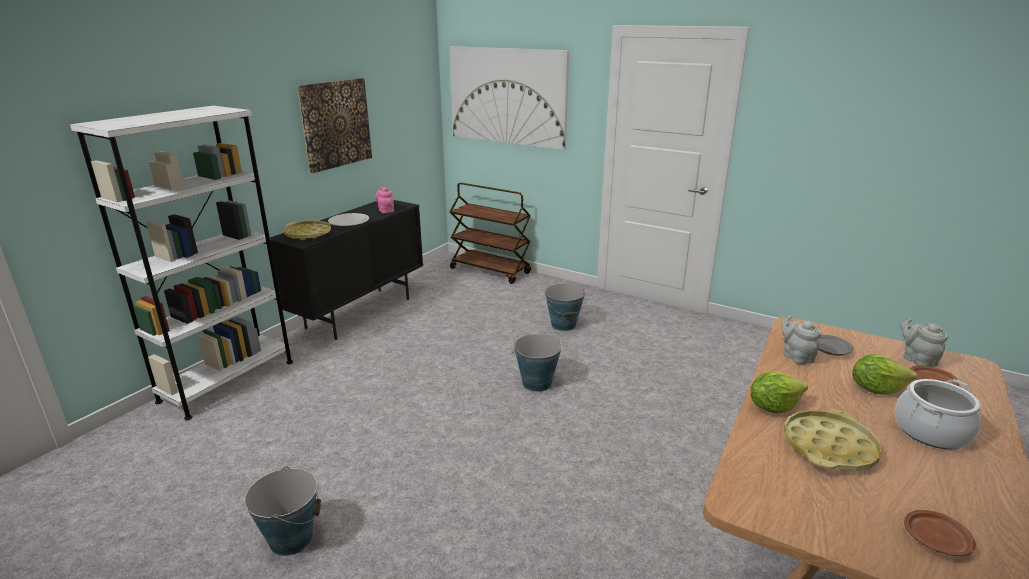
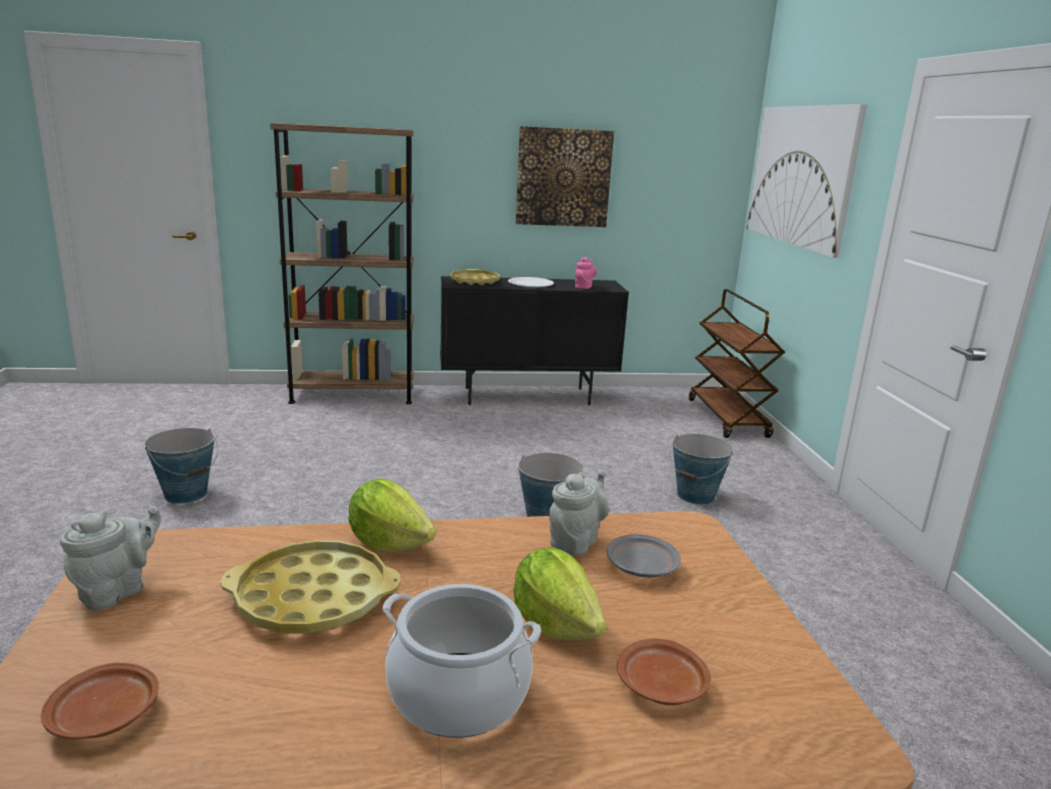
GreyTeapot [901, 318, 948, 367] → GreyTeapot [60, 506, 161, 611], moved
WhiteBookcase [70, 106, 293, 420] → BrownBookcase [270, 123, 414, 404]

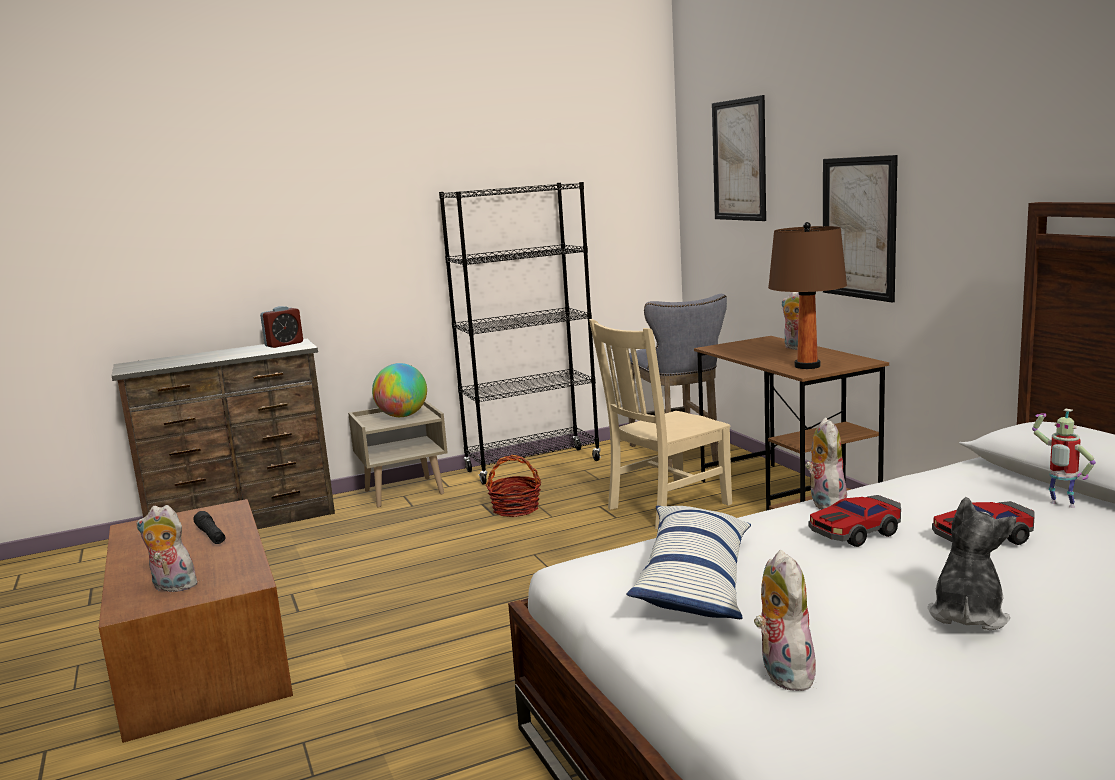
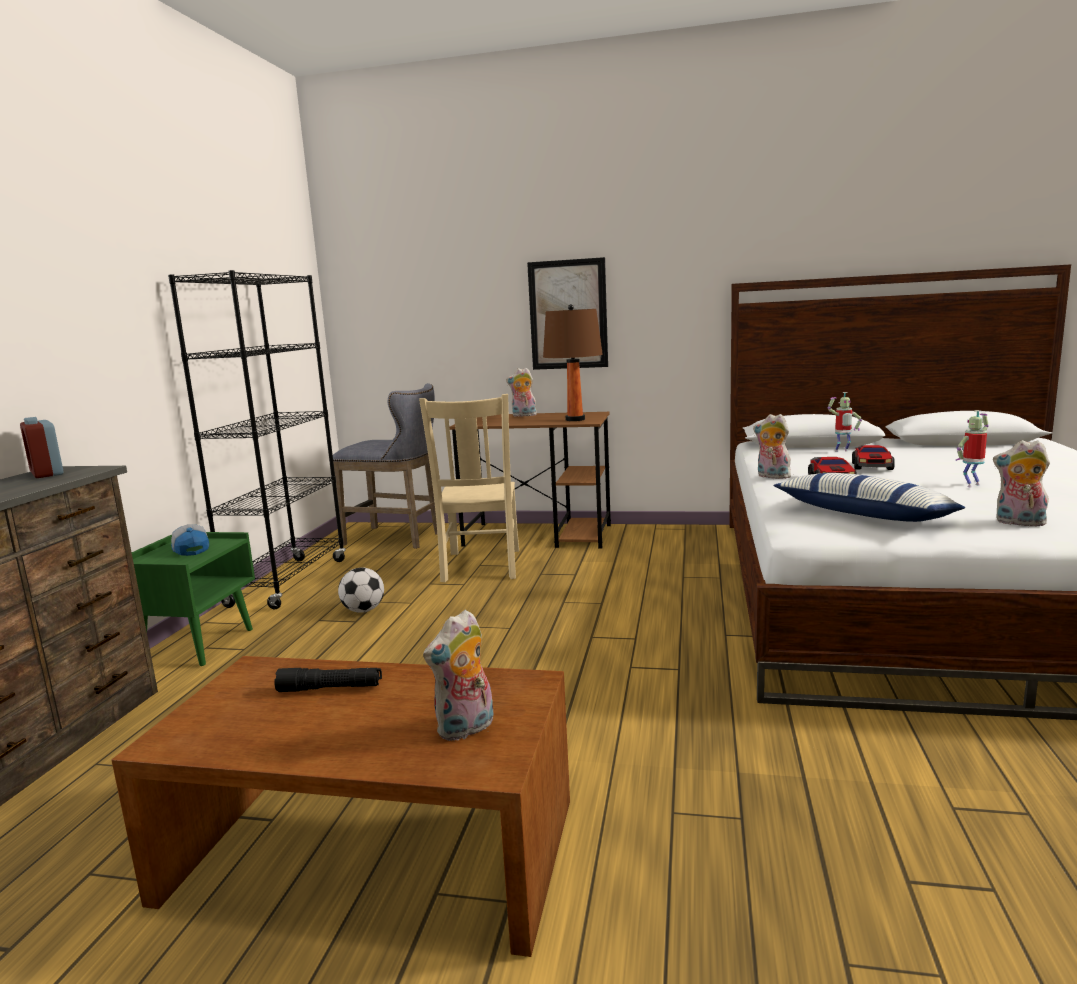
Picture [712, 95, 766, 221] → -
Globe [372, 363, 427, 417] → Cap [171, 524, 209, 556]
Basket [485, 455, 541, 517] → Football [338, 567, 384, 613]
PlushToy [928, 497, 1016, 630] → ToyRobot [956, 410, 989, 487]
BeigeNightstand [348, 400, 448, 507] → GreenNightstand [132, 532, 255, 666]
AlarmClock [260, 306, 303, 348] → AlarmClock [20, 417, 64, 478], 150 degrees clockwise

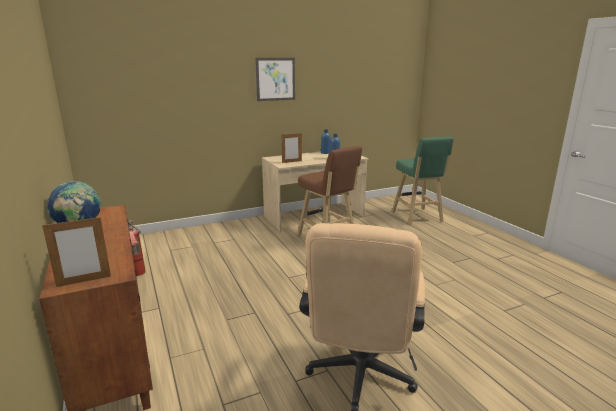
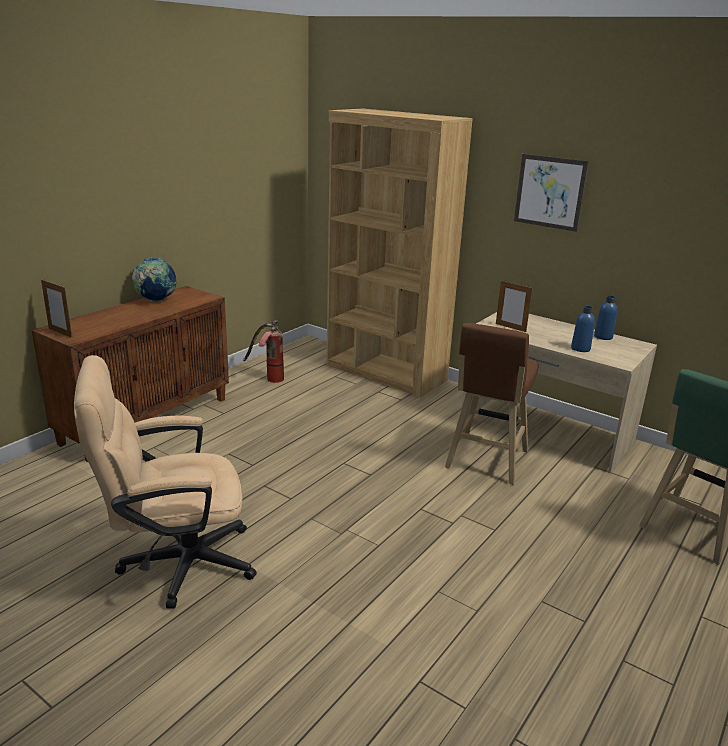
- → BrownBookcase [326, 109, 473, 398]

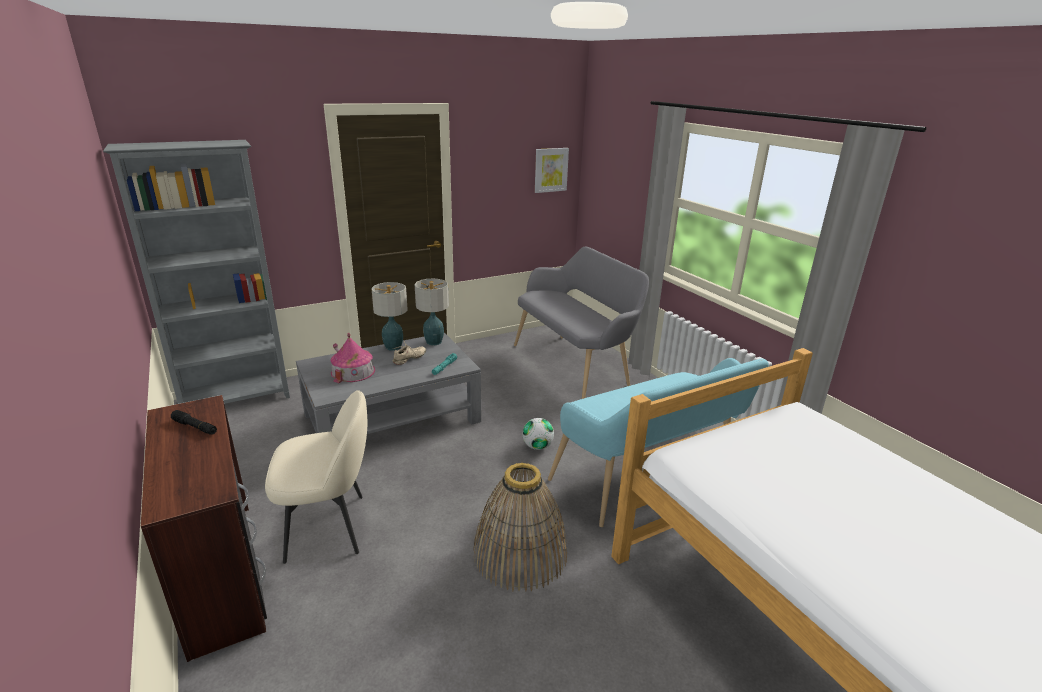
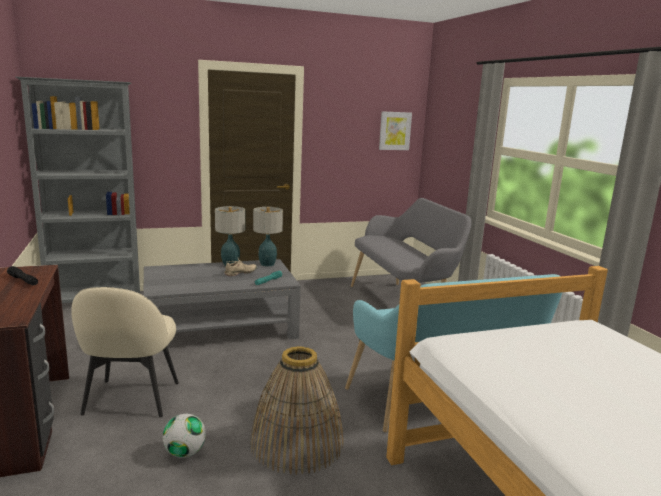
ToyHouse [330, 333, 375, 383] → -
Football [522, 418, 554, 450] → Football [163, 414, 206, 458], moved
BeigeChair [265, 390, 367, 564] → BeigeChair [71, 287, 179, 417], 90 degrees clockwise

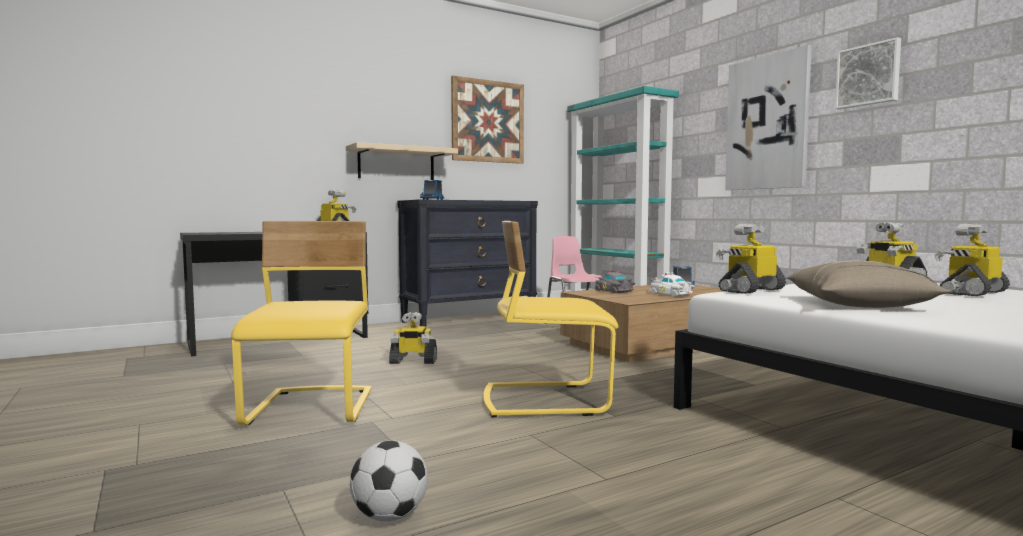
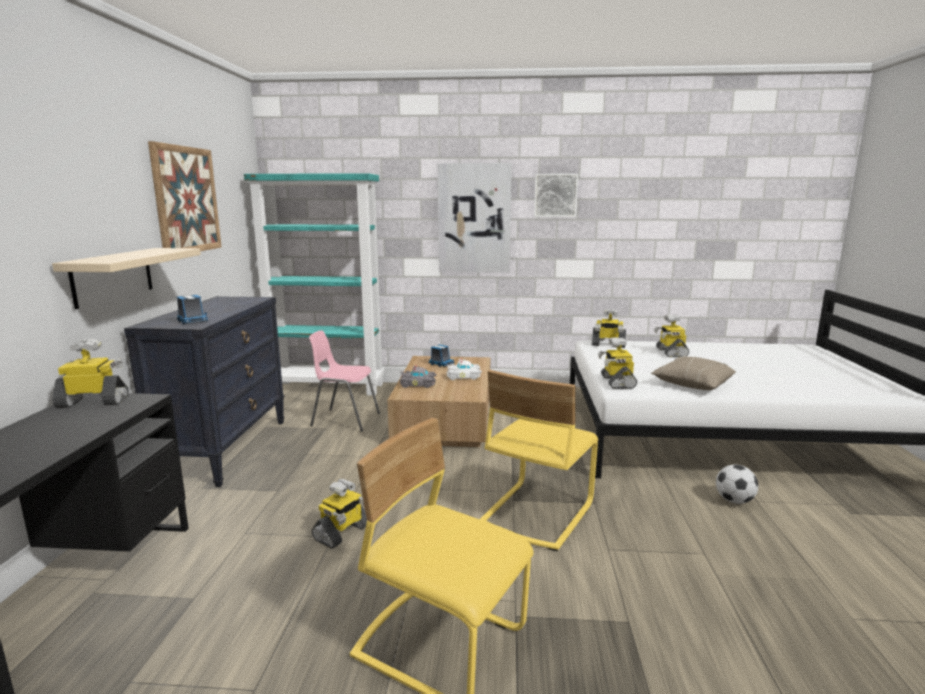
Football [350, 440, 428, 521] → Football [716, 464, 758, 504], moved

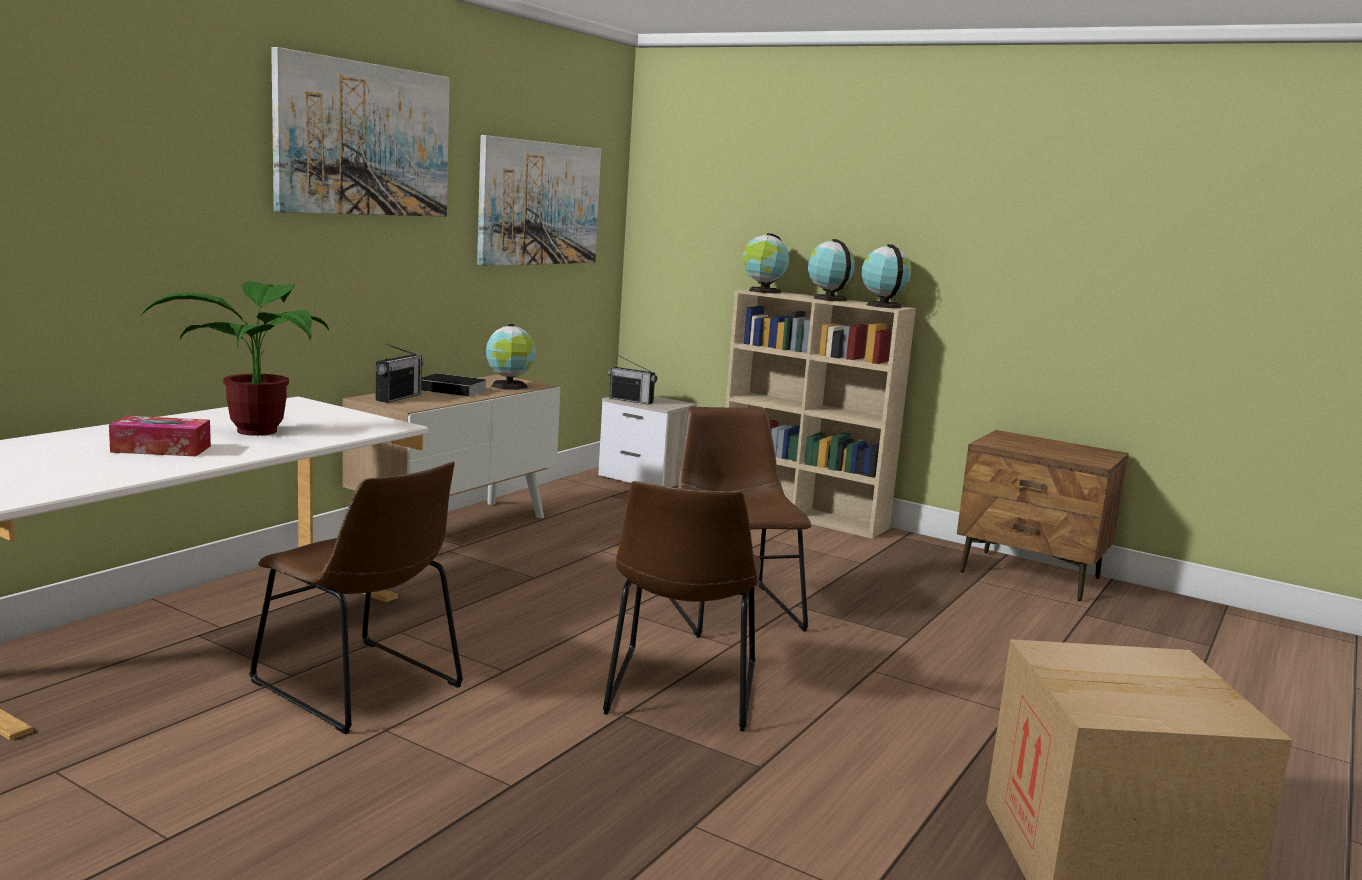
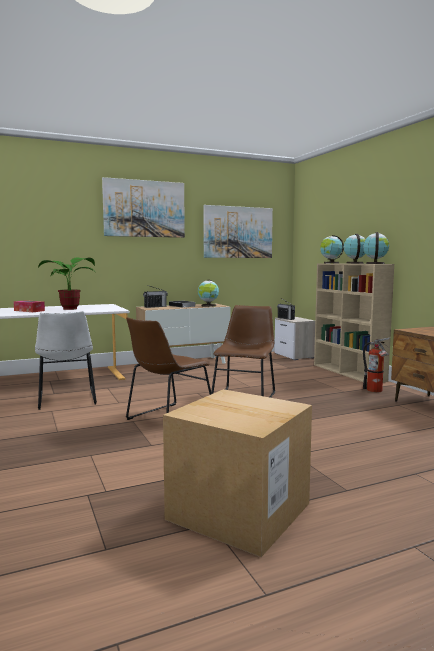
- → FireExtinguisher [363, 337, 391, 392]
BrownChair [249, 461, 463, 734] → WhiteChair [35, 311, 97, 410]

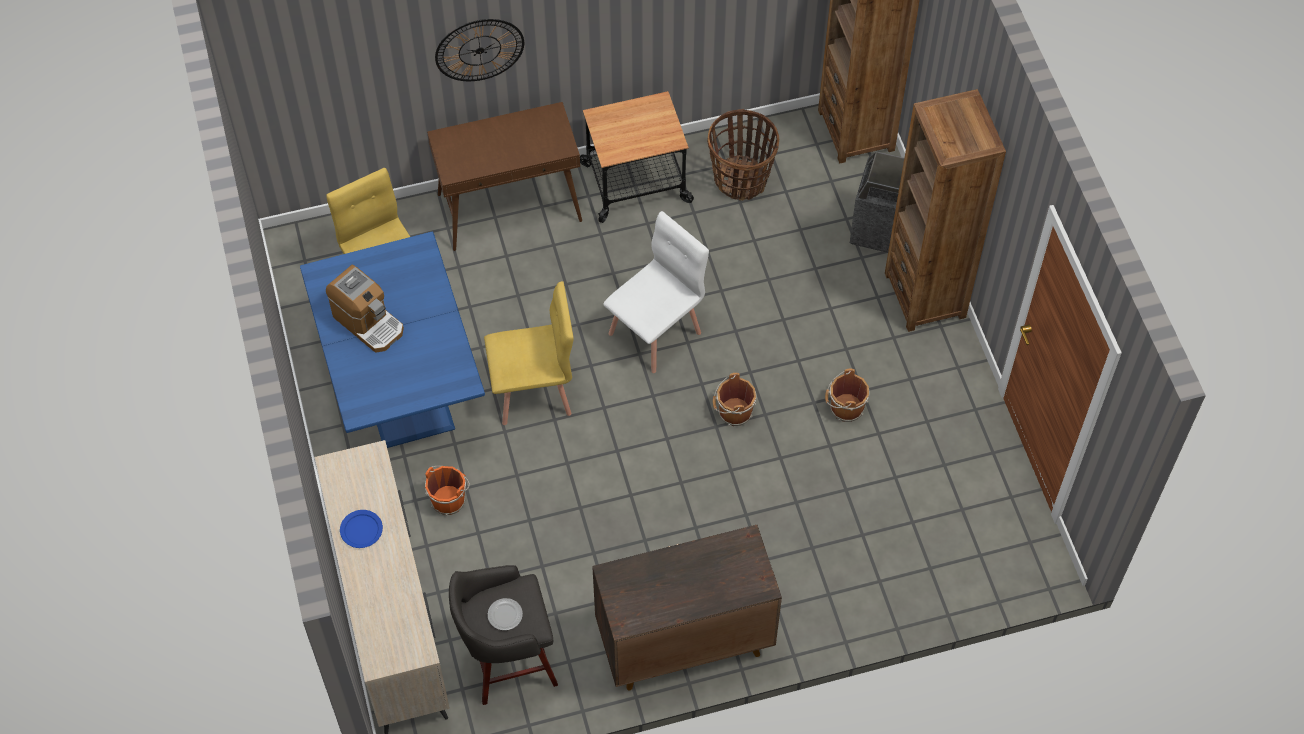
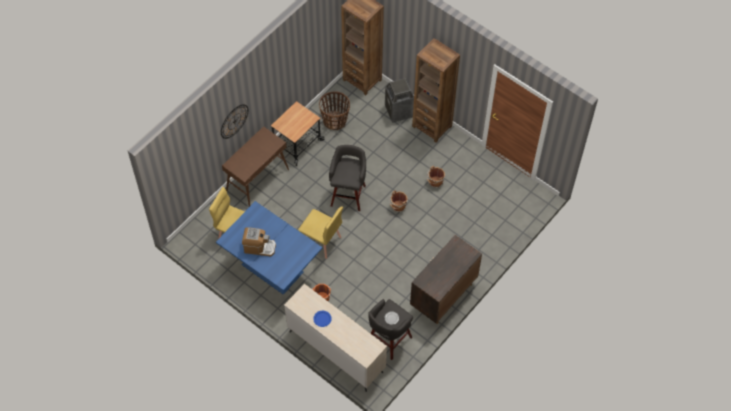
WhiteChair [603, 211, 709, 373] → GreyStool [329, 145, 366, 211]
YellowChair [484, 281, 574, 425] → YellowChair [298, 206, 343, 259], 75 degrees clockwise

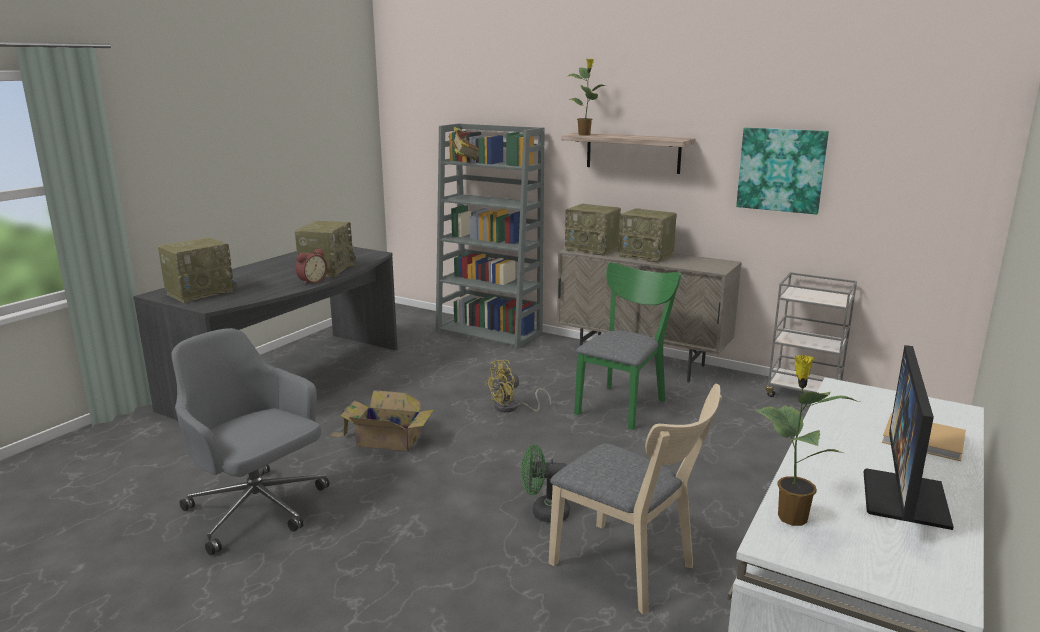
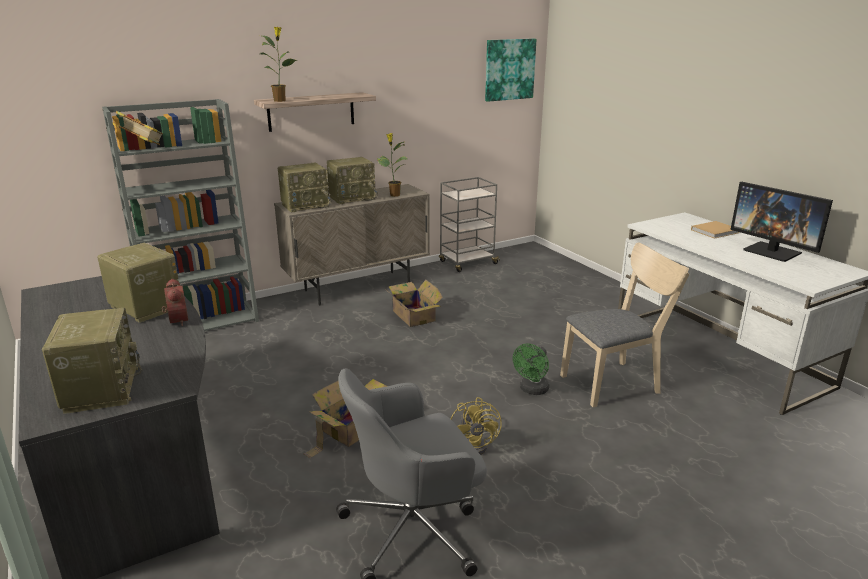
YellowFan [485, 360, 551, 412] → YellowFan [451, 397, 502, 455], moved
Picture [736, 127, 829, 214] → Picture [485, 39, 536, 102], moved
PottedPlant [755, 355, 860, 526] → PottedPlant [377, 133, 407, 197], moved
GreenChair [574, 262, 681, 430] → CardboardBox [384, 280, 443, 327]

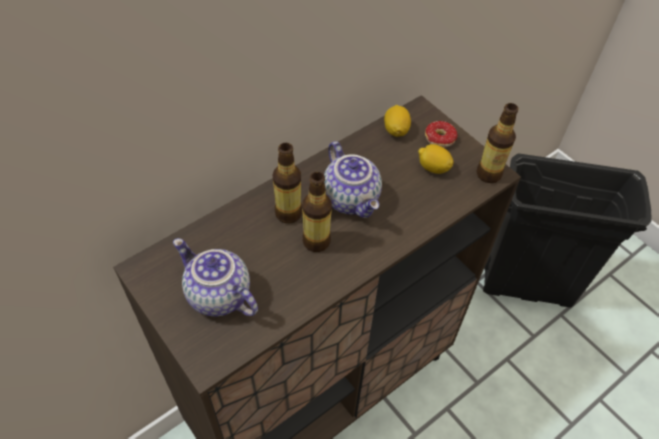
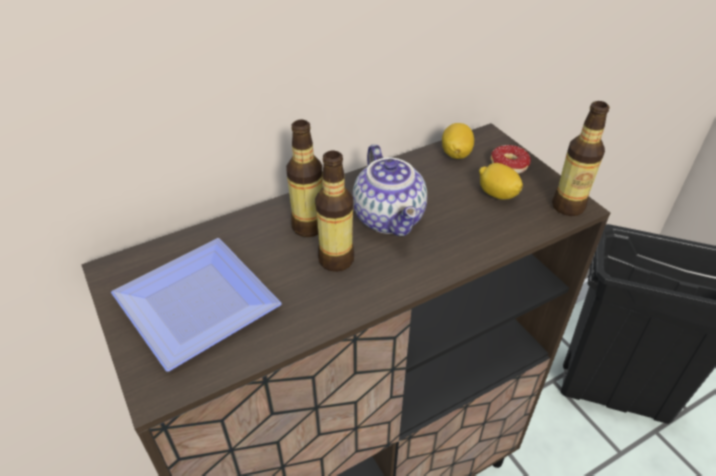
Teapot [173, 238, 258, 317] → Plate [111, 238, 282, 372]

